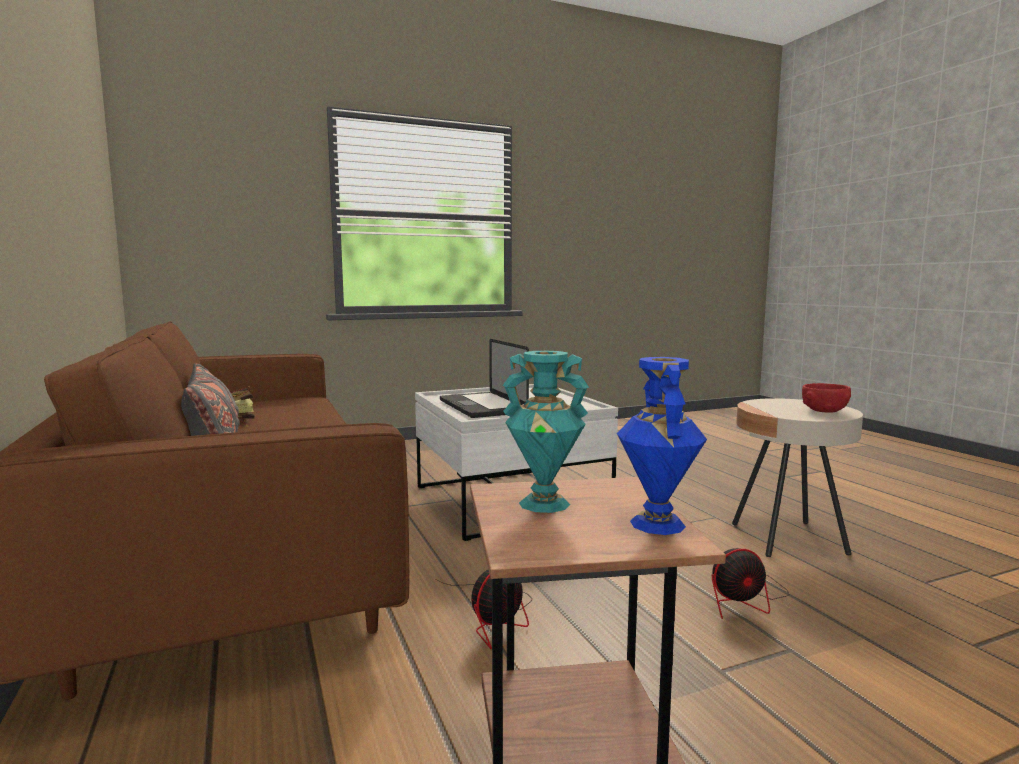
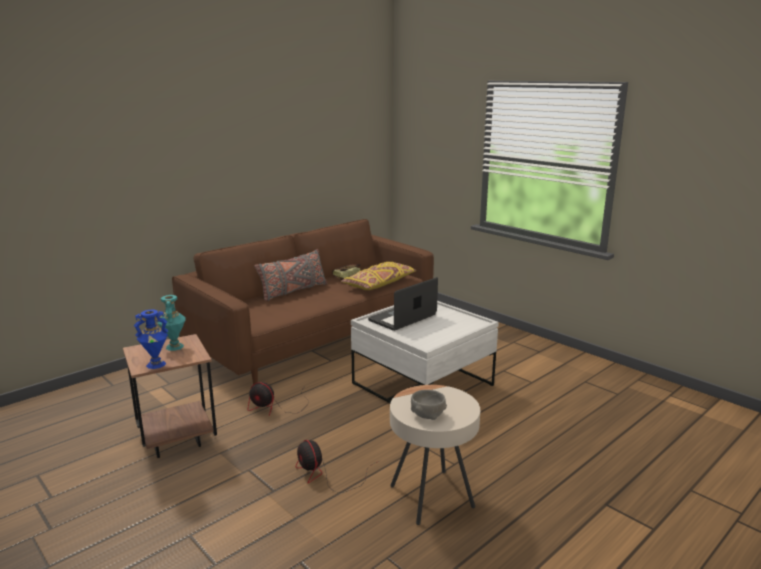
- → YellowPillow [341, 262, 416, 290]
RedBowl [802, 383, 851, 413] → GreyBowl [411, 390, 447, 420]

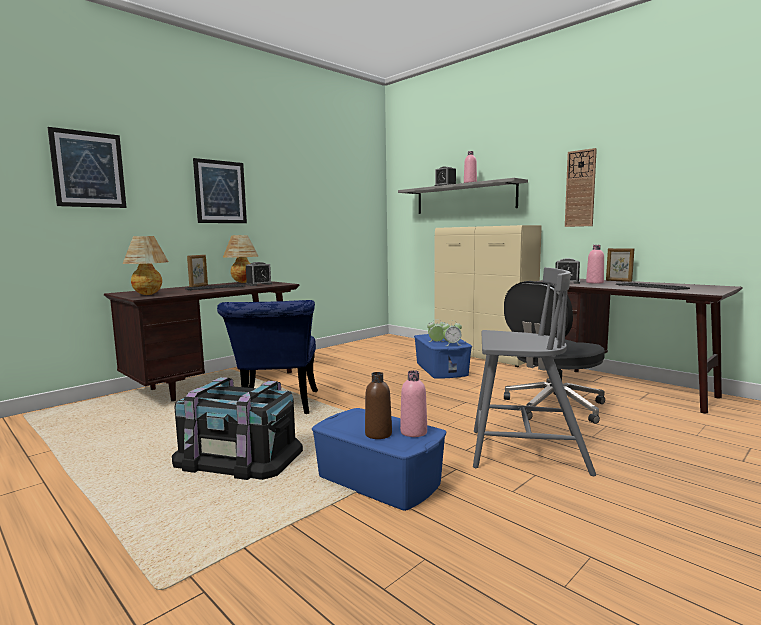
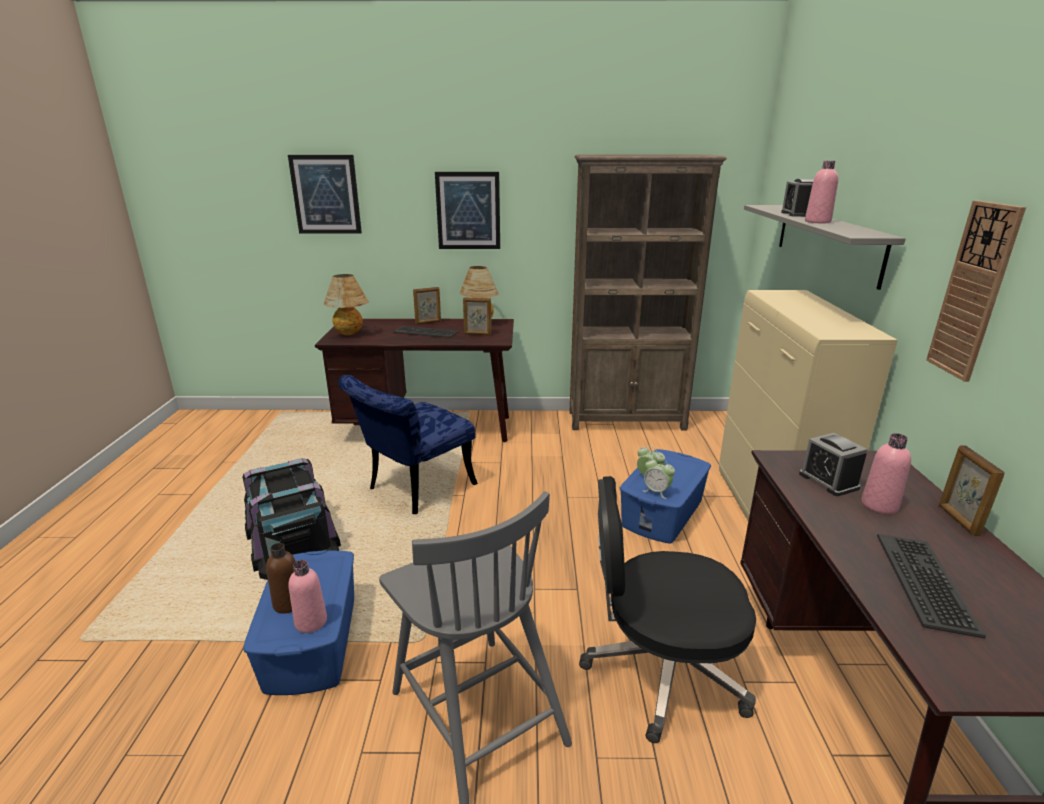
- → BrownBookcase [570, 155, 727, 431]
AlarmClock [246, 262, 273, 286] → PictureFrame [463, 297, 491, 335]

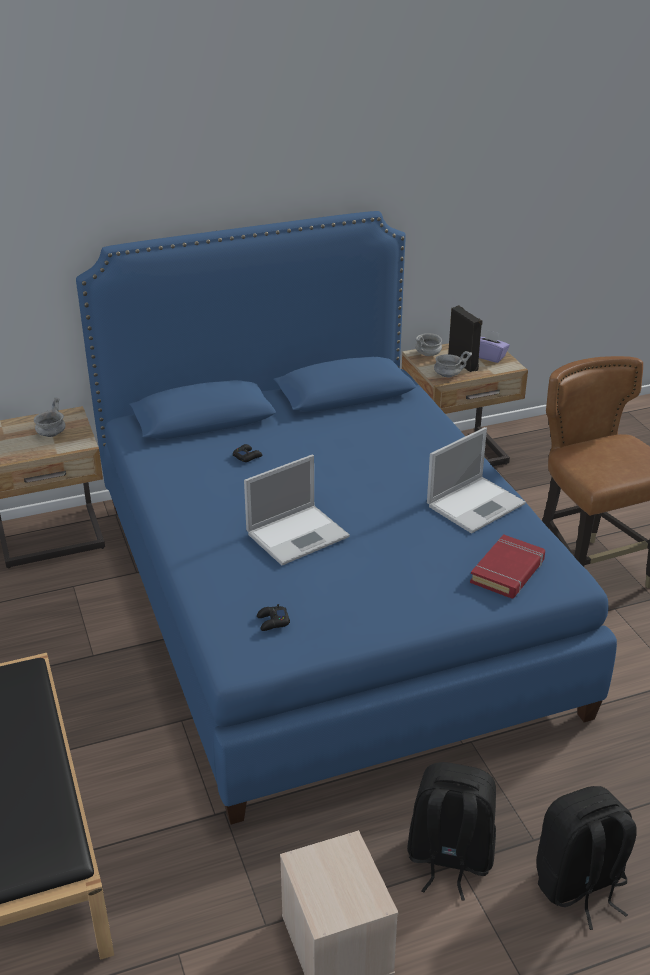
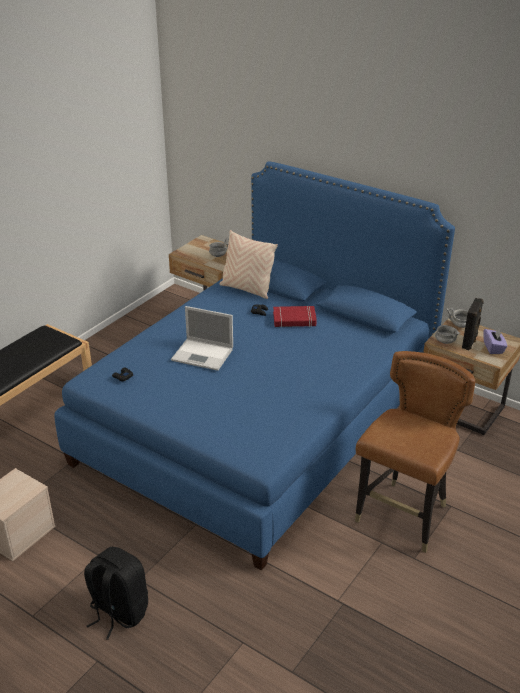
BlackBackpack [407, 762, 496, 900] → -
Laptop [427, 427, 526, 533] → -
- → BeigePillow [220, 230, 278, 299]
RedBook [470, 534, 545, 599] → RedBook [273, 306, 317, 328], moved

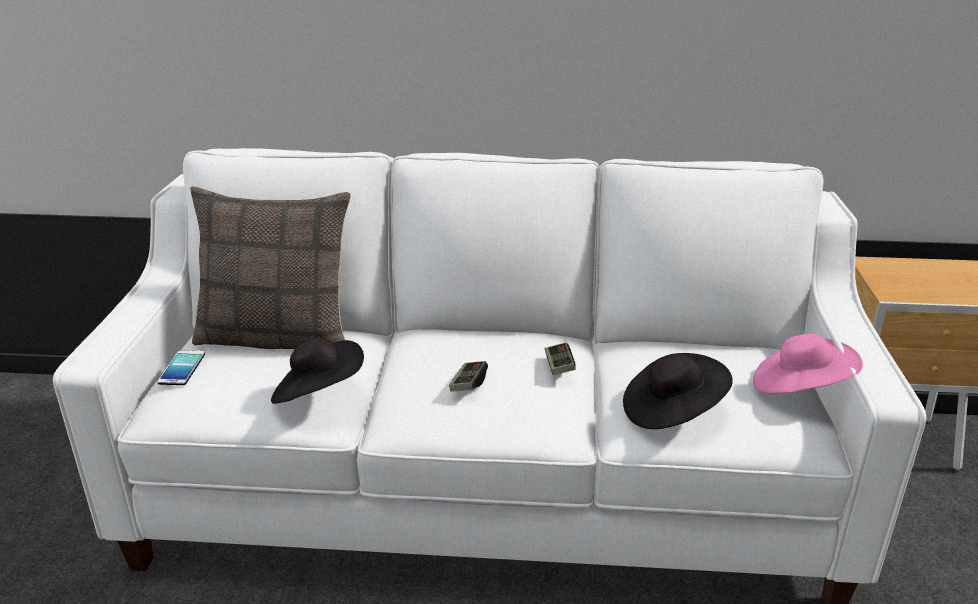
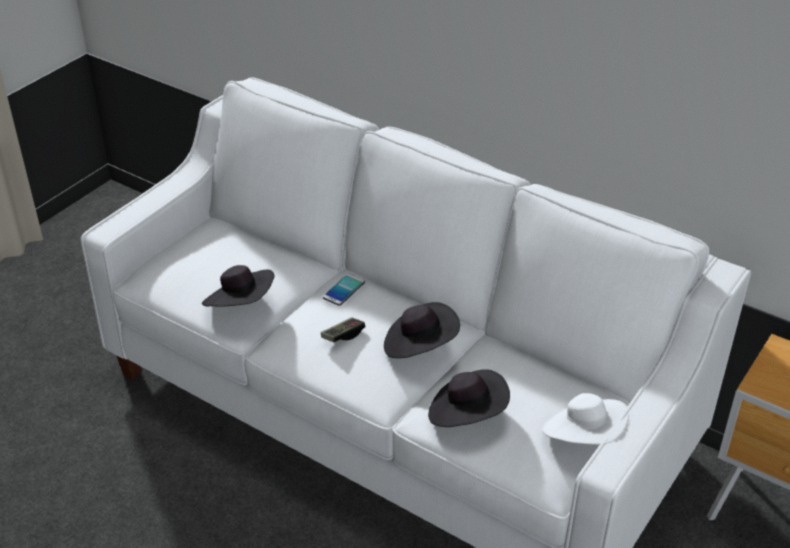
Pillow [190, 186, 351, 349] → -
Phone [157, 350, 205, 385] → Phone [323, 273, 365, 306], moved
GameController [545, 343, 576, 375] → BlackHat [384, 302, 460, 358]
PinkHat [753, 334, 863, 394] → WhiteHat [542, 393, 629, 445]

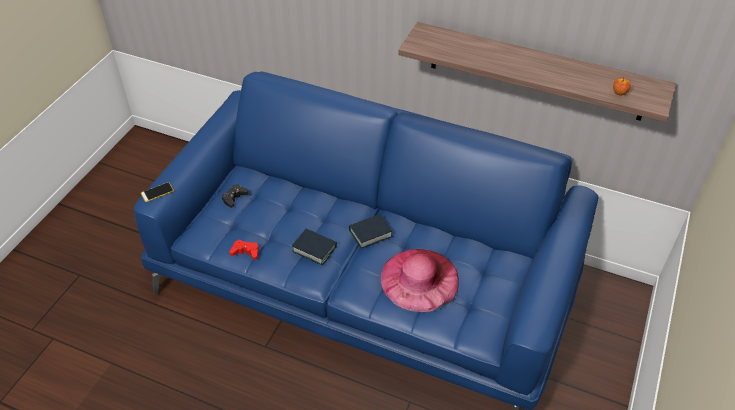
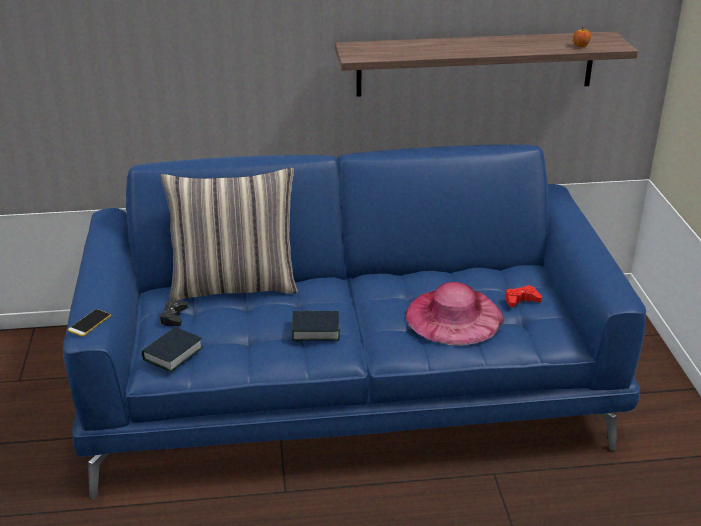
- → Pillow [160, 168, 298, 300]
RedGameController [229, 240, 259, 260] → RedGameController [506, 285, 542, 307], moved
Book [349, 214, 393, 249] → Book [142, 327, 204, 372], moved

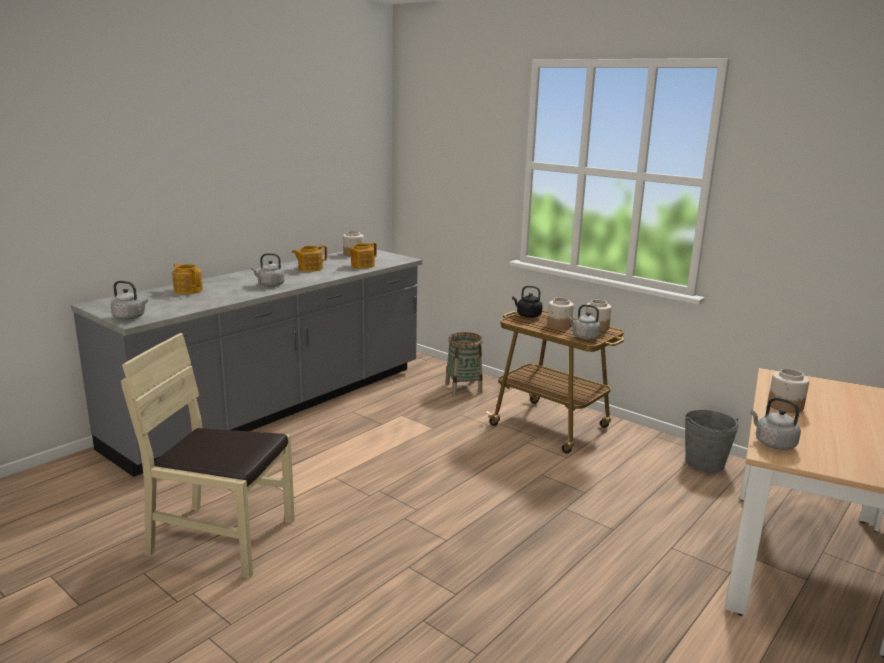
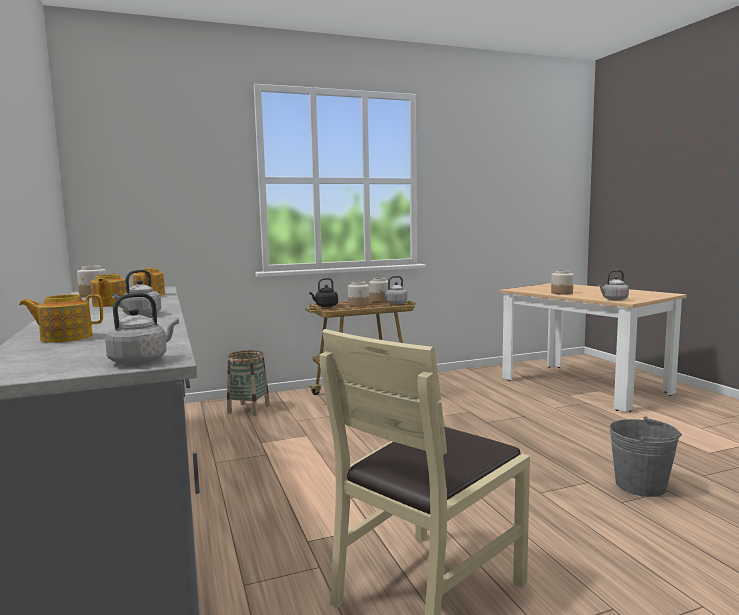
GreyBucket [685, 410, 739, 472] → GreyBucket [609, 416, 682, 497], moved

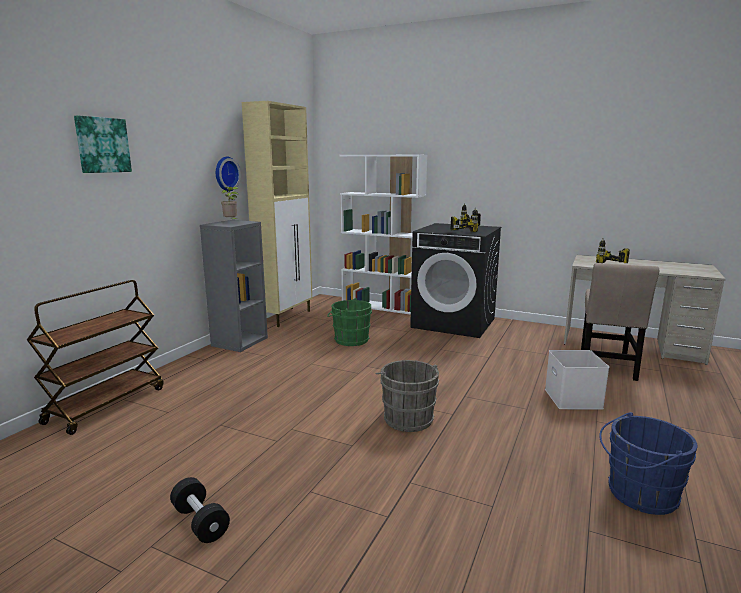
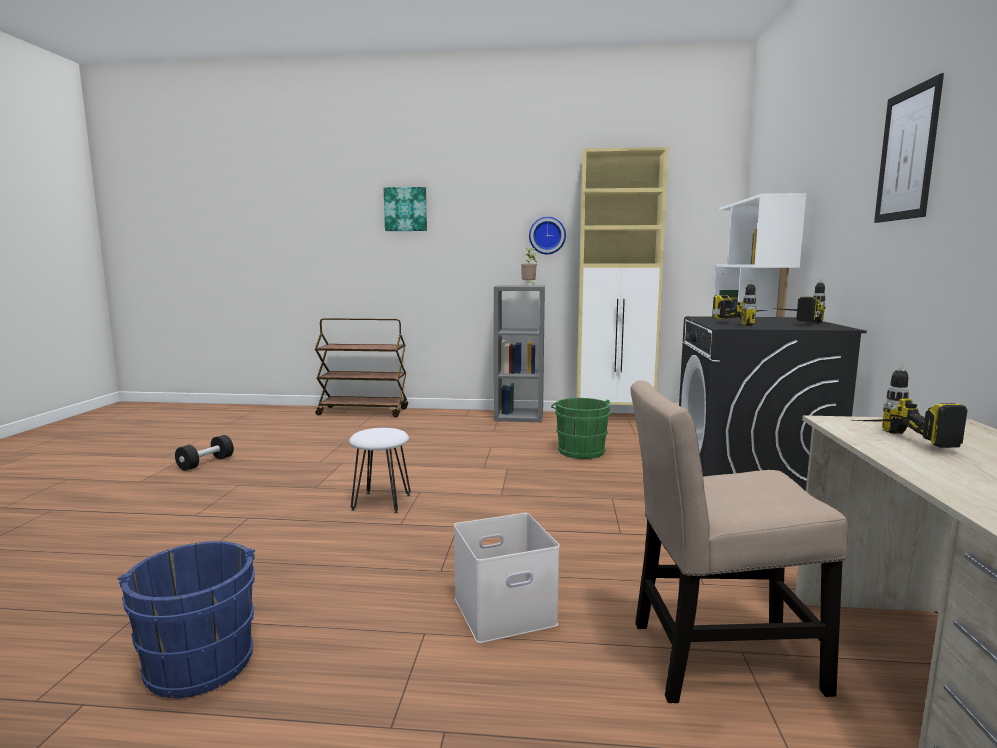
- → Picture [874, 73, 944, 223]
GreyBucket [375, 360, 439, 432] → WhiteStool [349, 428, 411, 513]

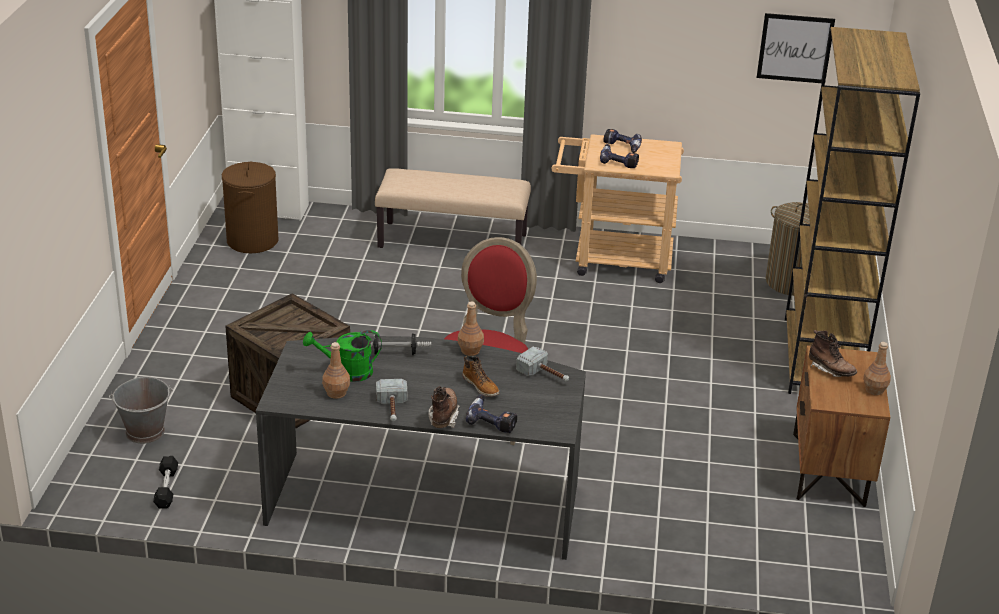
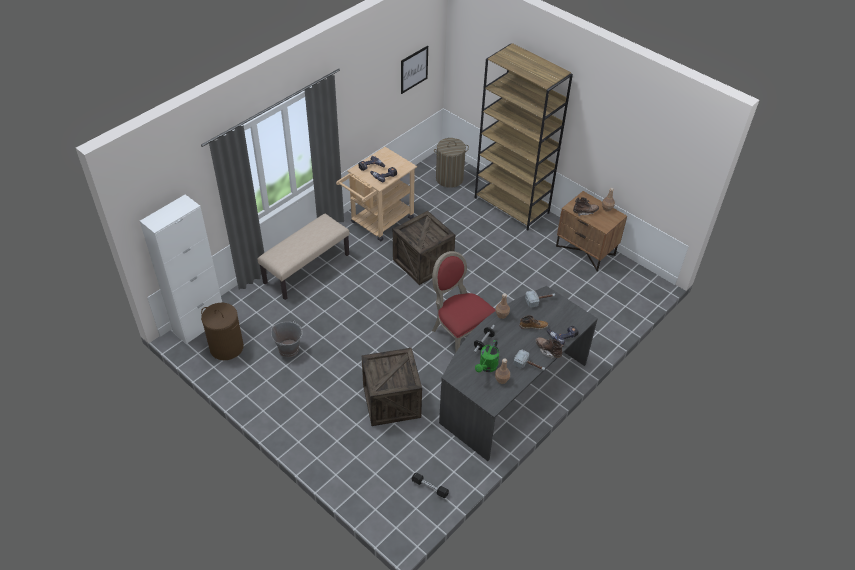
- → Crate [393, 211, 455, 285]
GreyBucket [109, 376, 173, 444] → GreyBucket [271, 320, 303, 357], moved

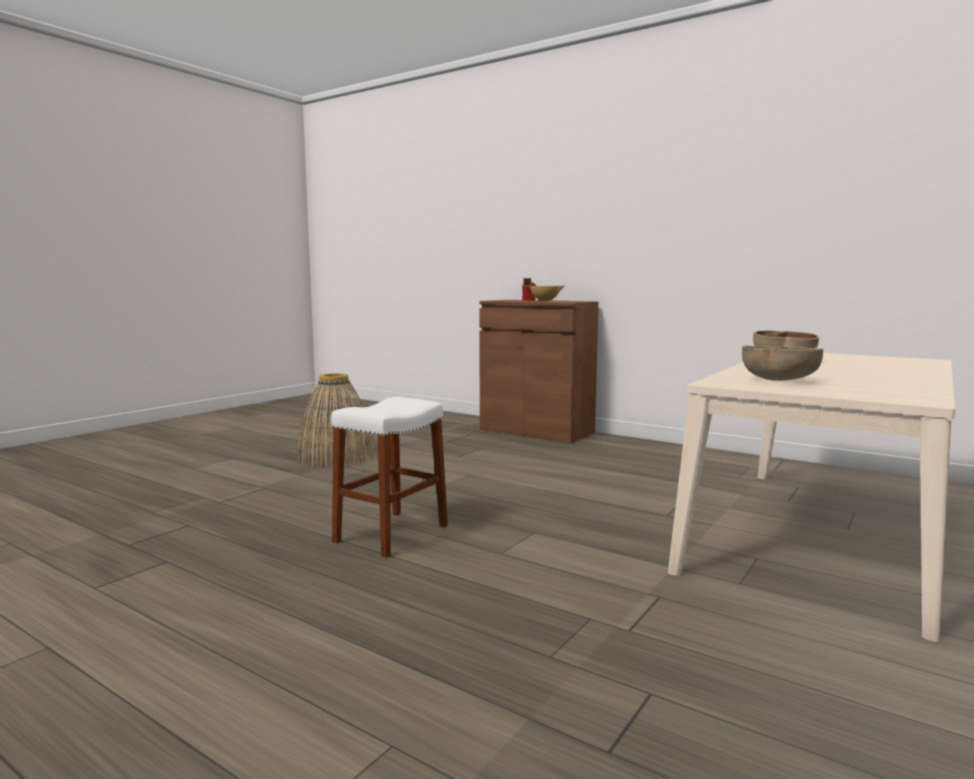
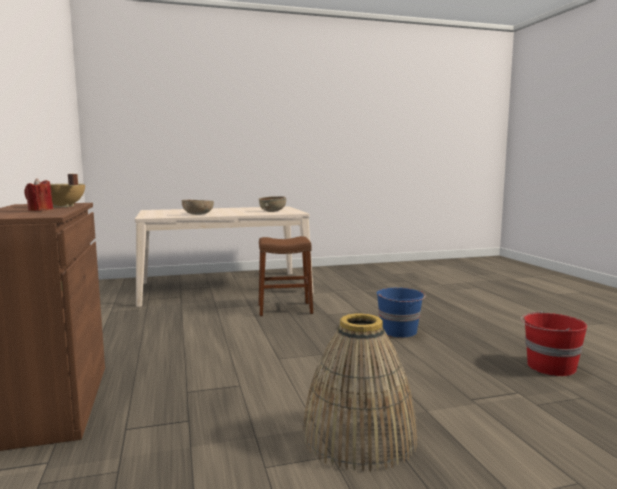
- → BrownStool [258, 236, 313, 316]
- → RedBucket [521, 311, 587, 376]
WhiteStool [331, 397, 448, 558] → BlueBucket [377, 288, 426, 337]

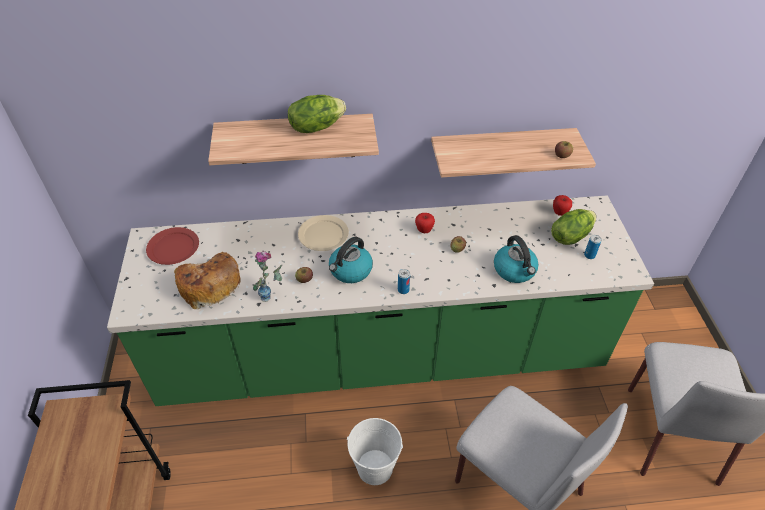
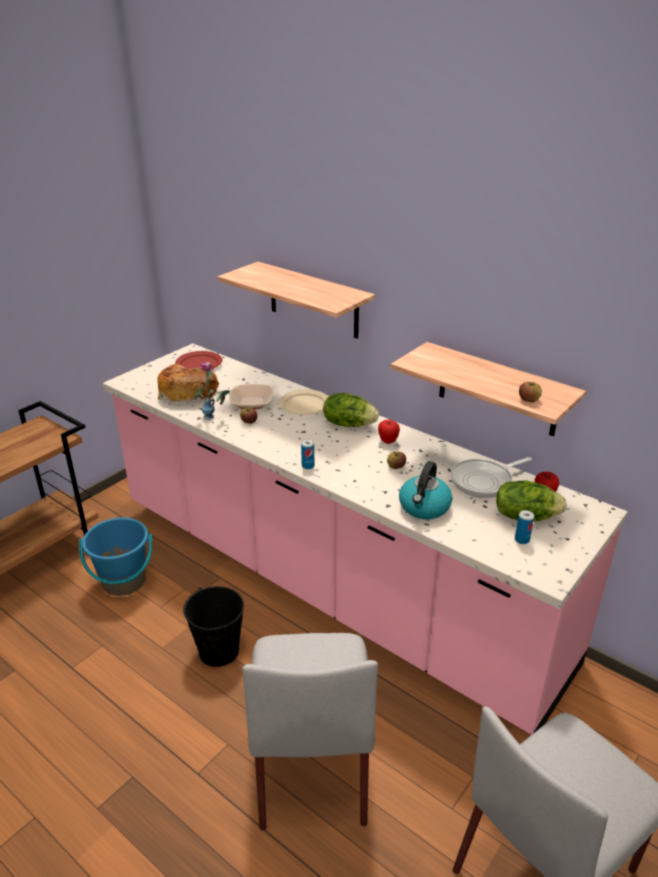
Kettle [329, 237, 373, 283] → -
- → BlueBucket [79, 518, 152, 596]
- → Bowl [229, 384, 273, 409]
- → FryingPan [451, 457, 532, 498]
Lettuce [288, 95, 346, 133] → Lettuce [323, 393, 379, 427], moved
GreenCounter [107, 196, 654, 406] → PinkCounter [103, 343, 628, 735]
WhiteBucket [347, 418, 403, 485] → BlackBucket [183, 586, 244, 667]

